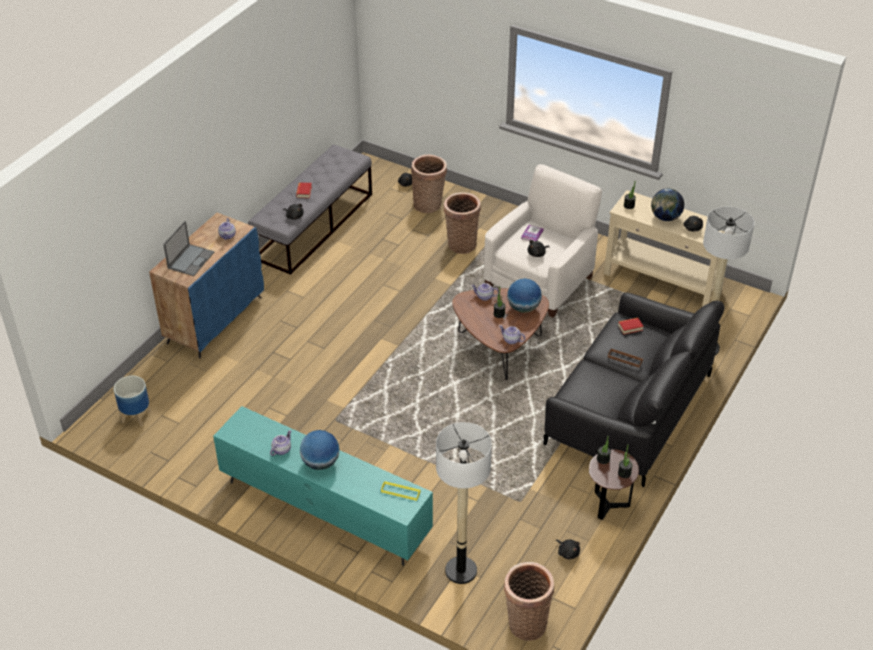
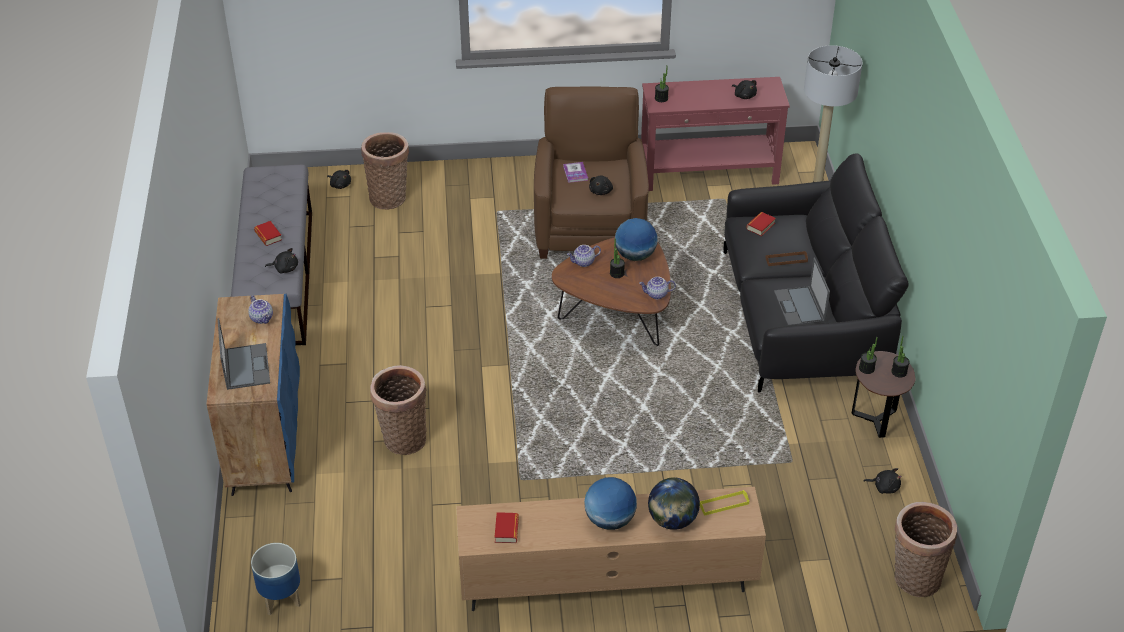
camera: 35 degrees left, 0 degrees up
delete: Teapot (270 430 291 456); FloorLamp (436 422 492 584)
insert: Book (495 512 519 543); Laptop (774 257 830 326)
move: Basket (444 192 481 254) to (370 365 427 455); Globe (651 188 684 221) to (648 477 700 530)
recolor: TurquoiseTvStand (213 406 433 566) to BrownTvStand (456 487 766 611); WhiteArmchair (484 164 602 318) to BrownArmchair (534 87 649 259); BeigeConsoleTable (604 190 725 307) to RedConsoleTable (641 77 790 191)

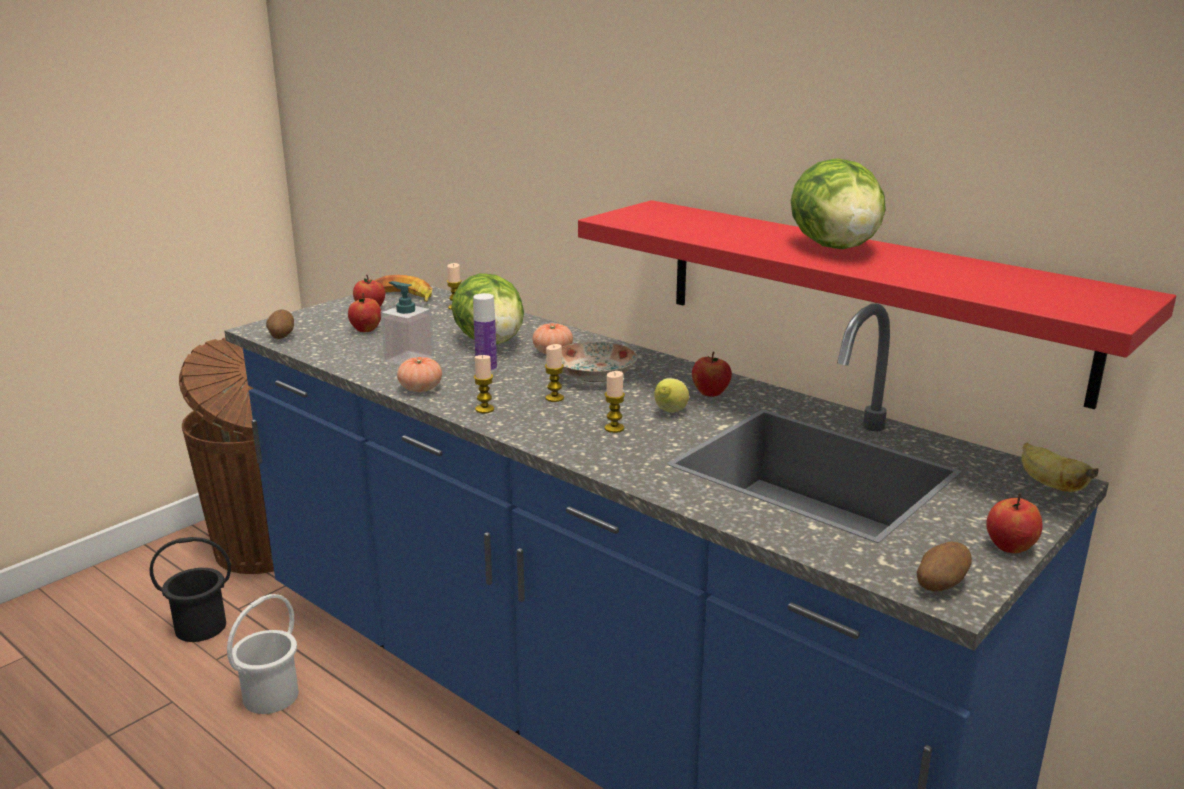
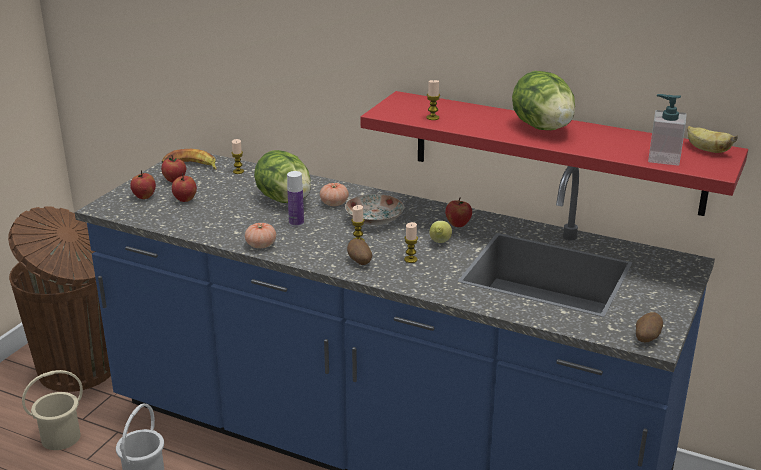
camera: 15 degrees left, 5 degrees up
move: Apple (986 493 1043 553) to (130 170 156 199); Potato (266 309 294 339) to (347 239 372 265); Candle (474 355 494 413) to (426 80 440 120); SoapDispenser (380 281 434 365) to (648 94 687 166); Banana (1021 443 1099 492) to (687 126 738 153)
recolor: BlackBucket (150 537 231 642) to BeigeBucket (22 370 83 450)

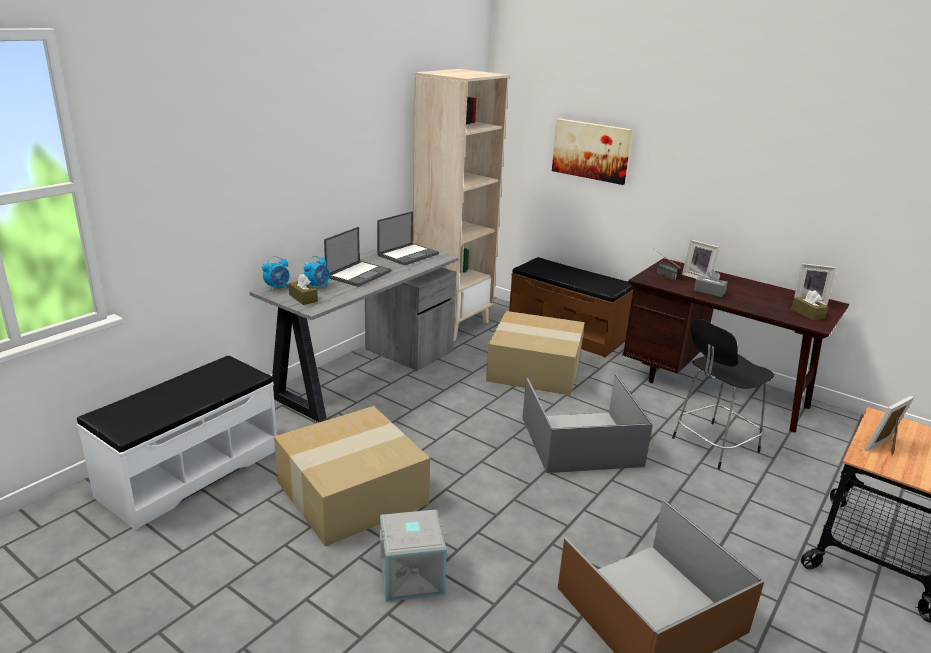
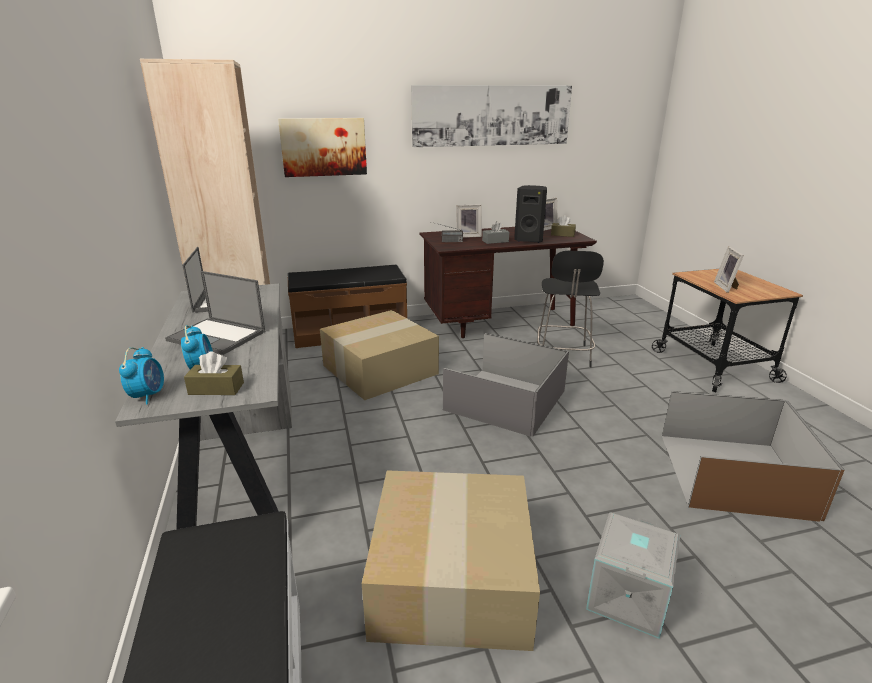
camera: 50 degrees left, 0 degrees up
insert: Picture (411 85 572 147); BlackSpeaker (514 185 547 243)
rotate: Laptop (324 227 391 287) = (165 271 265 355) 135 degrees clockwise

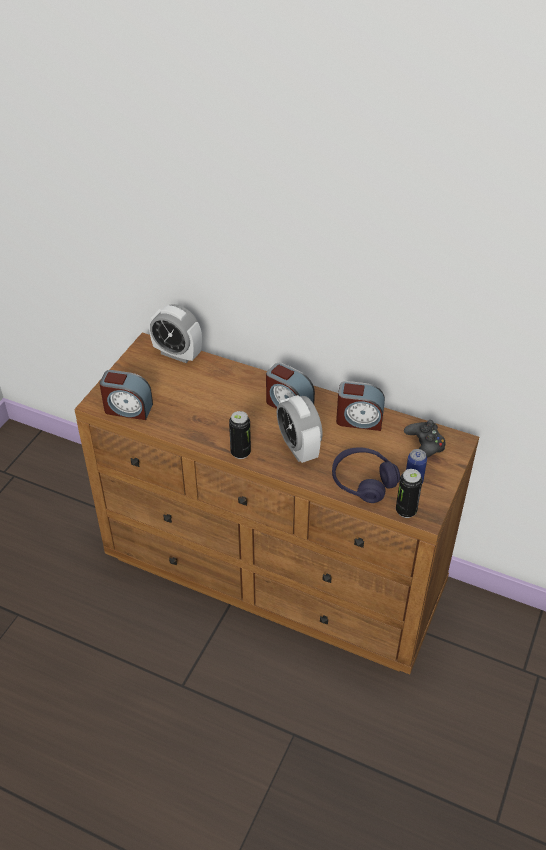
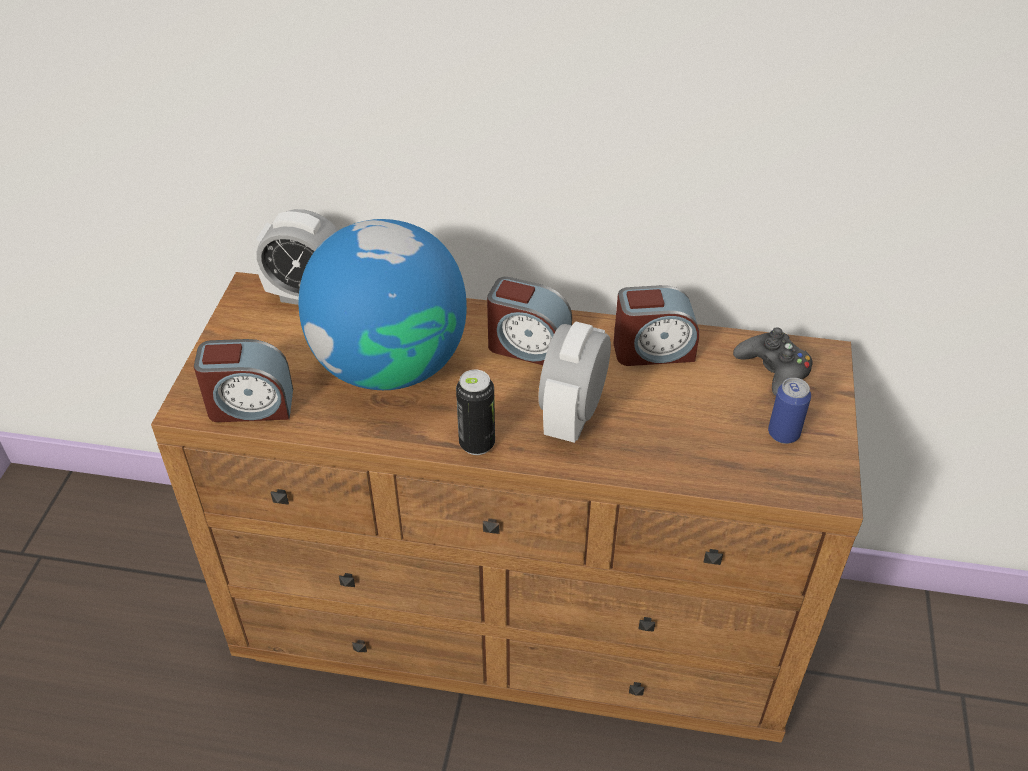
camera: 15 degrees left, 0 degrees up
delete: PurpleHeadphones (332 447 400 503); Can (396 469 423 518)
insert: Globe (299 219 467 390)
rotate: AlarmClock (277 395 323 463) = (538 322 611 443) 60 degrees clockwise

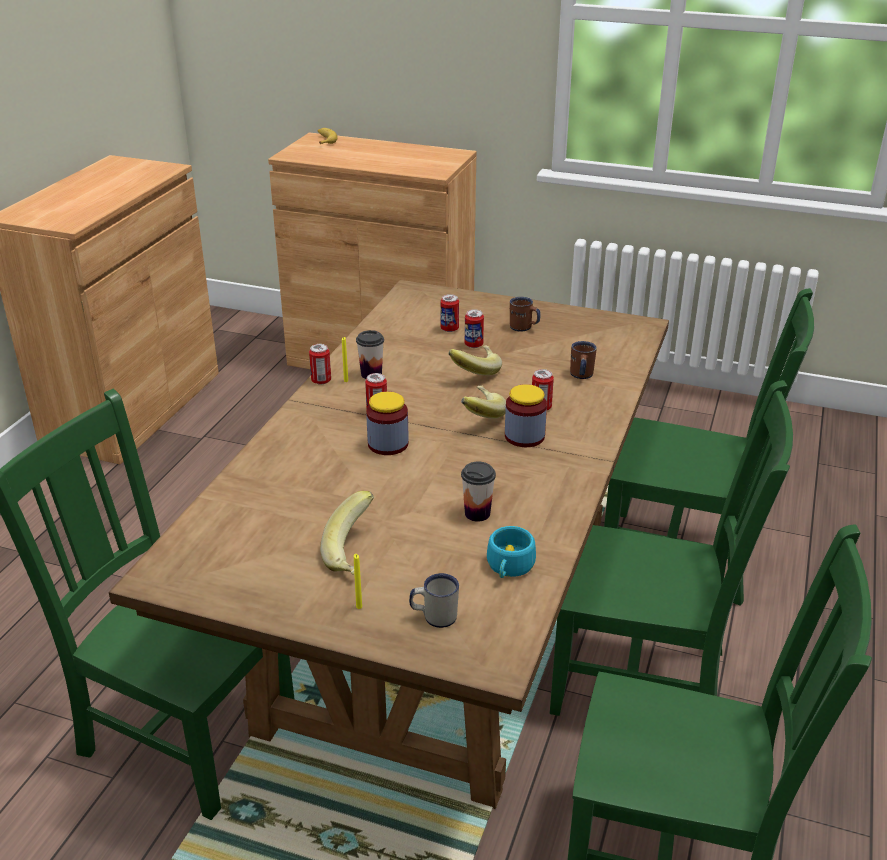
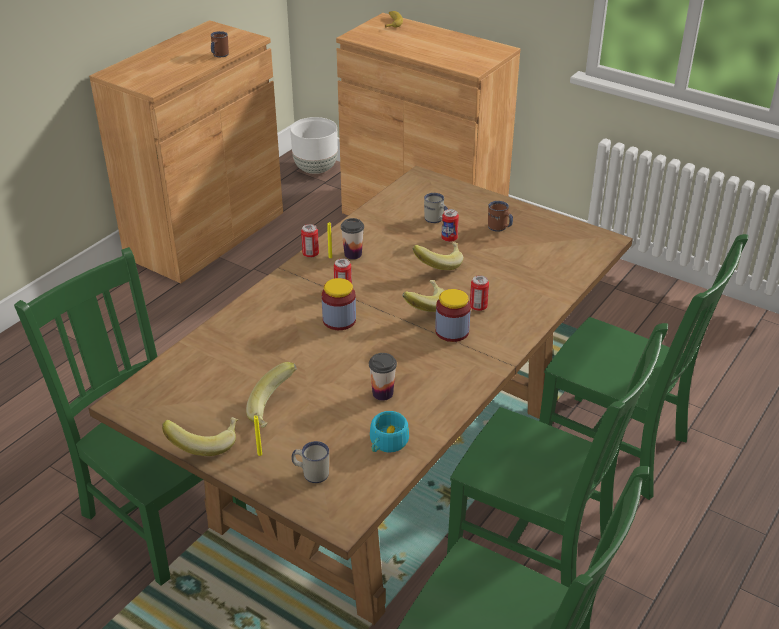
camera: 15 degrees right, 5 degrees up
insert: Banana (162 417 238 456); WhitePlanter (290 117 338 174)
move: BrownMug (570 341 597 379) to (211 31 229 57)
replace: Can (441 294 459 332) to WhiteMug (424 193 448 223)

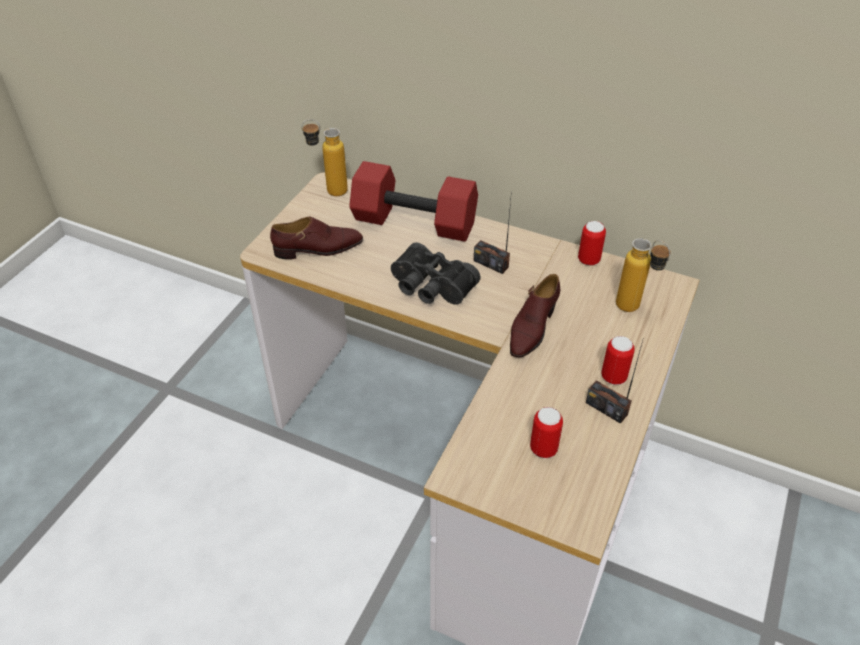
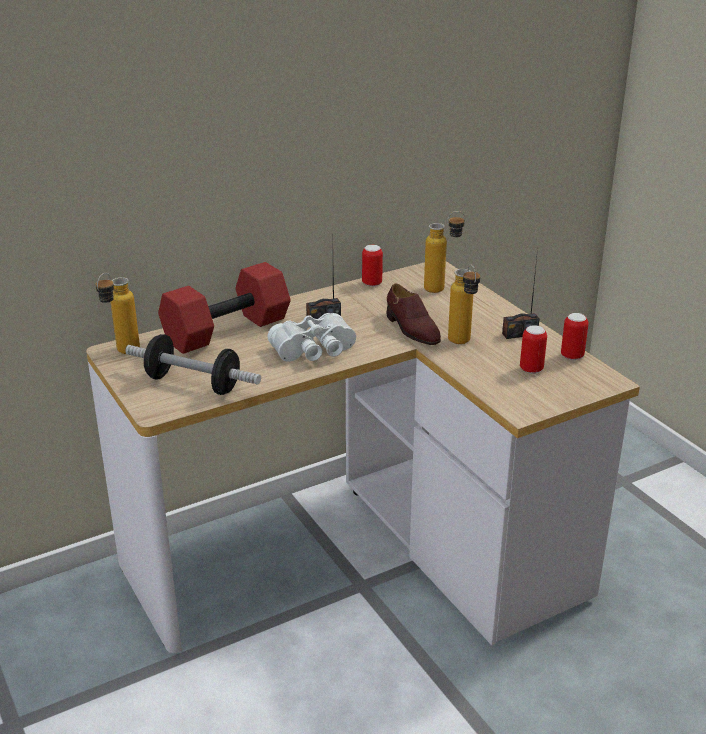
camera: 55 degrees left, 15 degrees down
insert: Bottle (448 264 480 344)
move: Can (601 336 635 385) to (561 313 589 360)
replace: BrownShoe (270 217 363 259) to Dumbbell (125 334 261 395)
recolor: BlackBinoculars (391 242 480 305) to WhiteBinoculars (268 313 356 362)

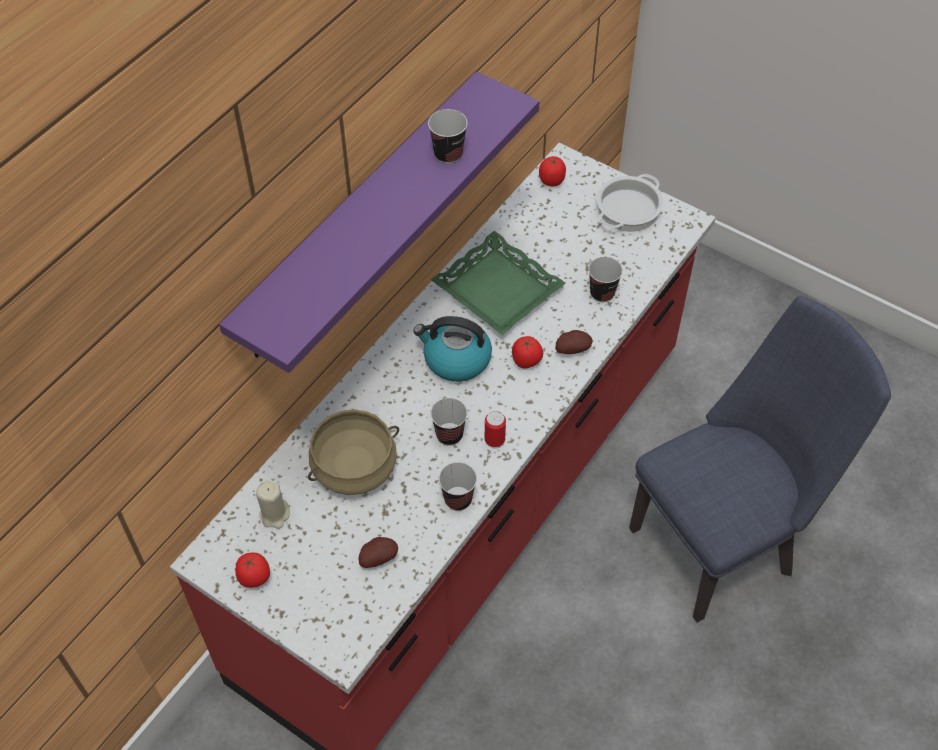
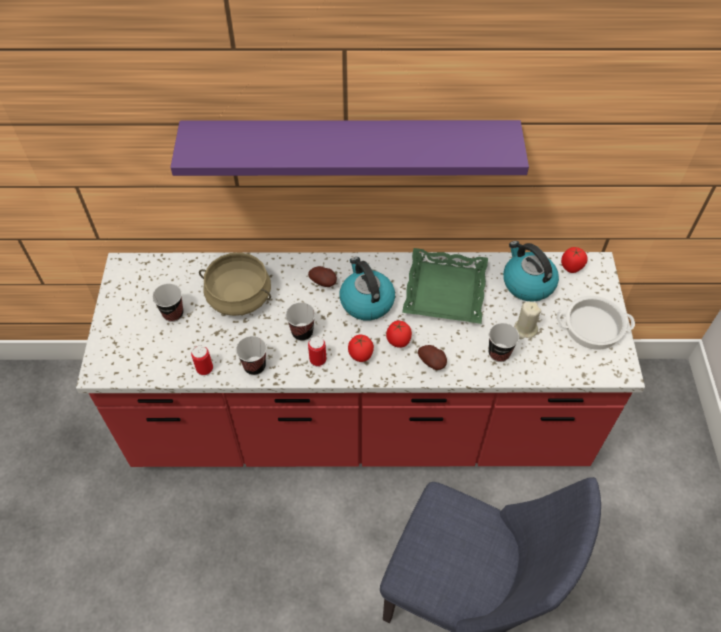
camera: 55 degrees right, 0 degrees up
insert: Can (191 345 213 376); Kettle (503 241 559 302)
move: Cup (428 109 468 164) to (152 283 184 322); Potato (358 537 398 568) to (308 266 337 287); Tomato (235 553 270 588) to (348 335 374 362); BeigeCandle (256 481 290 529) to (514 302 541 339)

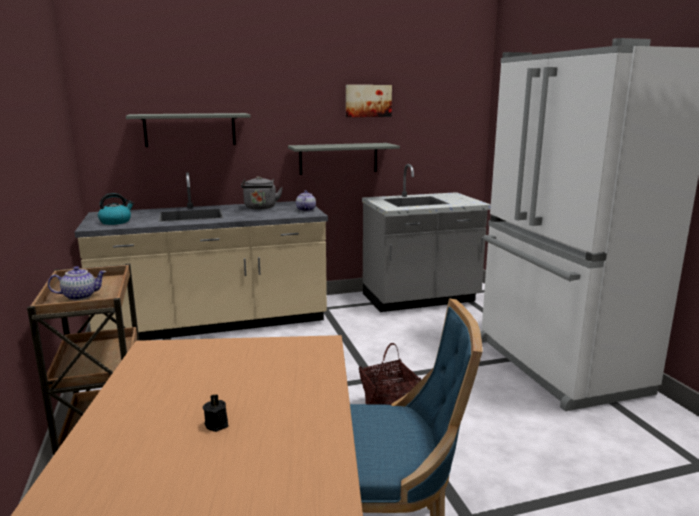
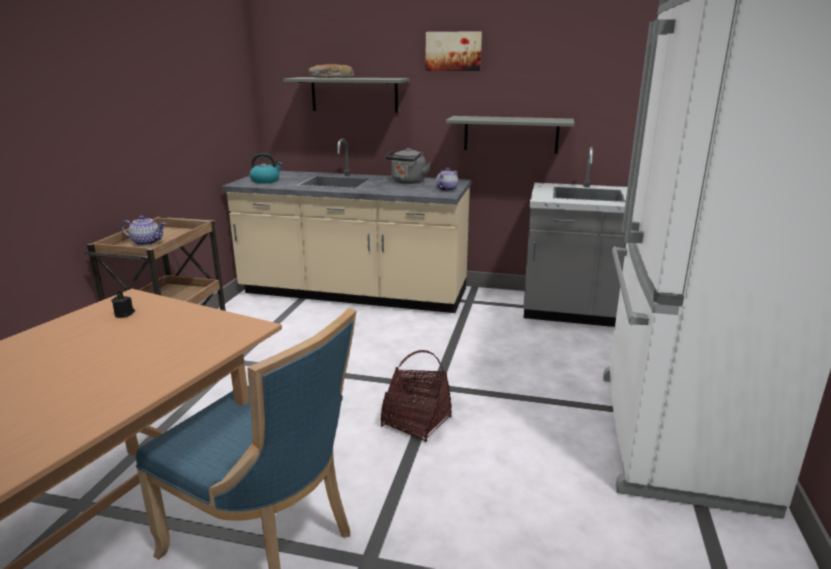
camera: 30 degrees right, 5 degrees up
insert: Bread (308 64 354 78)
move: BlackCandle (203 394 229 432) to (111 291 135 318); Picture (346 85 392 117) to (425 31 482 71)

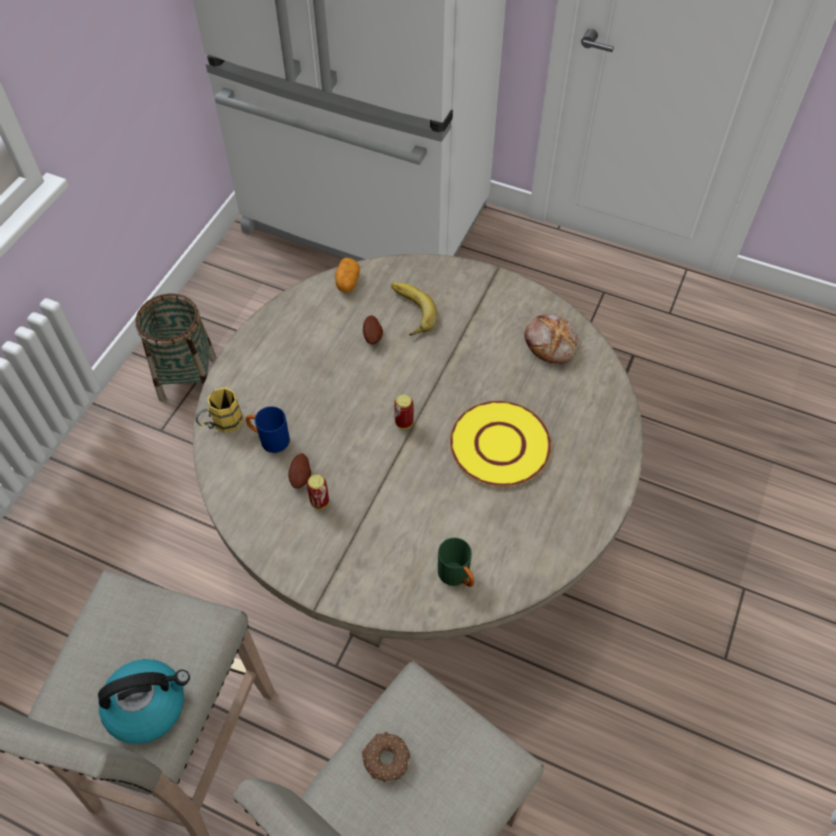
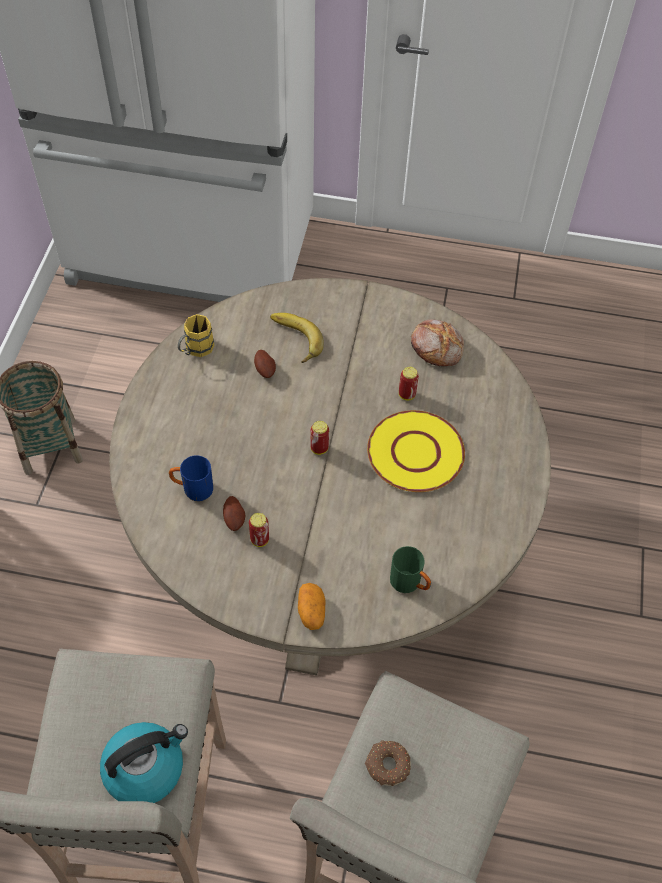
camera: 15 degrees left, 0 degrees up
insert: Can (399 367 419 400)
move: YellowMug (195 388 243 433) to (178 314 214 357); Potato (335 258 360 292) to (298 583 325 630)

